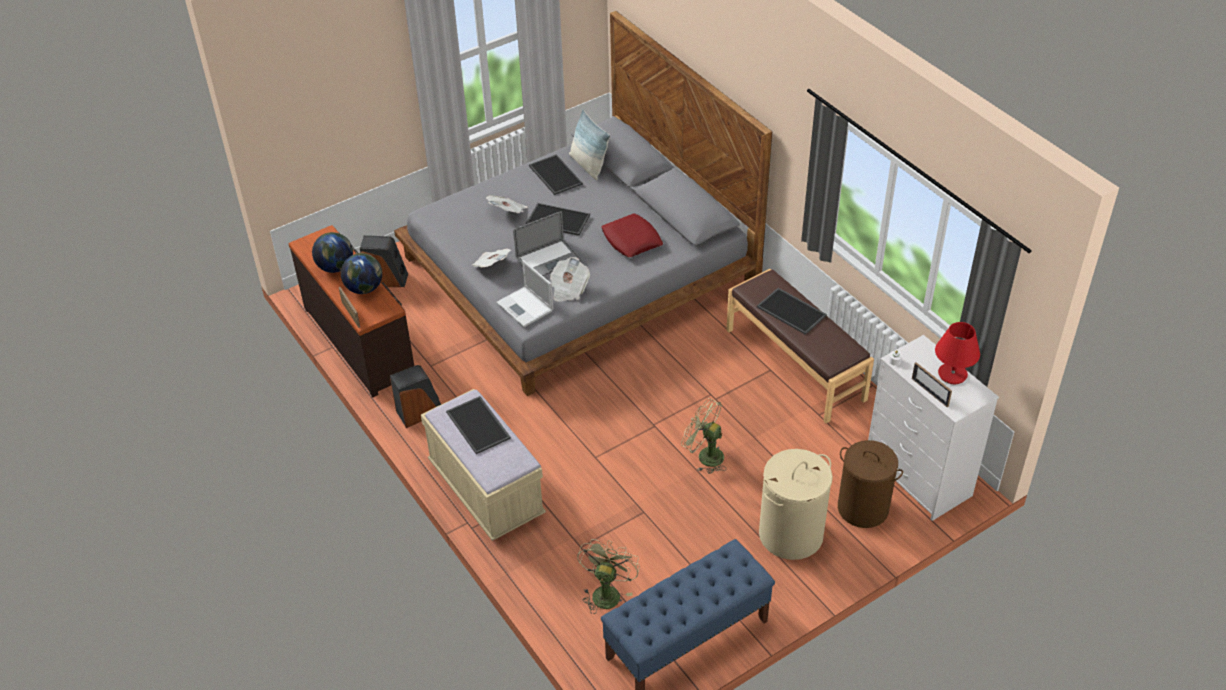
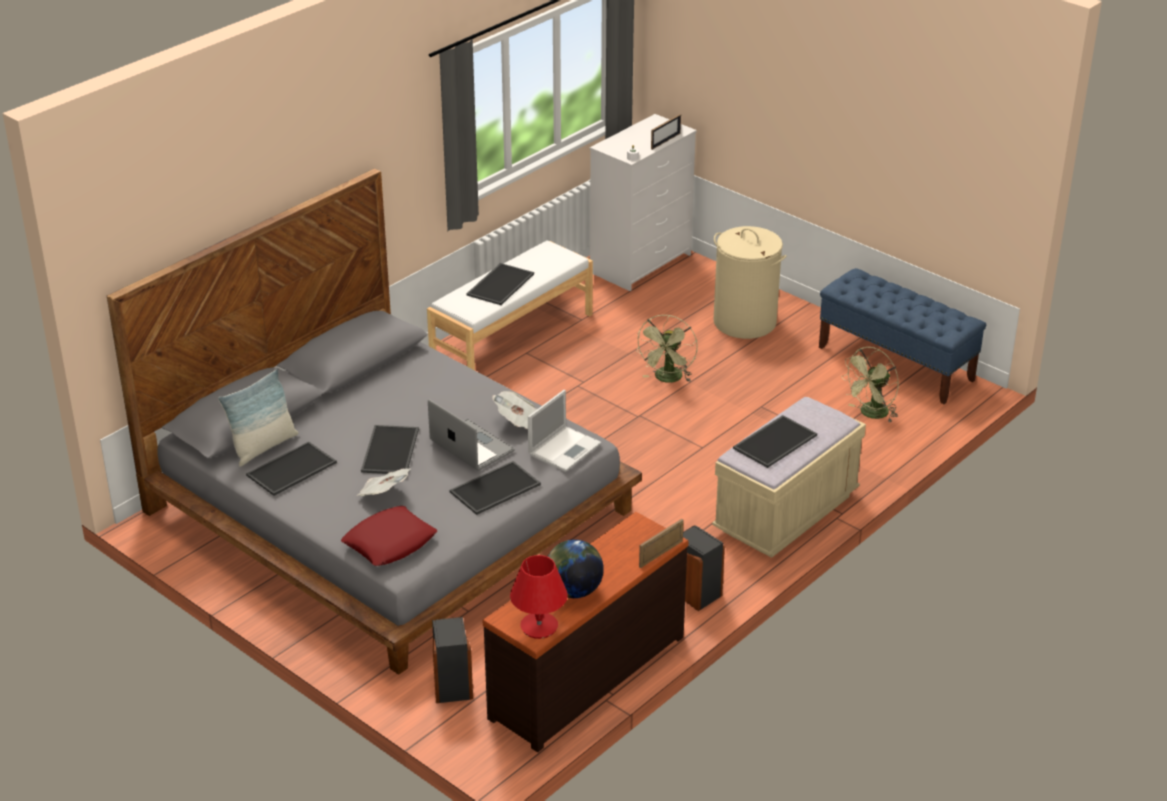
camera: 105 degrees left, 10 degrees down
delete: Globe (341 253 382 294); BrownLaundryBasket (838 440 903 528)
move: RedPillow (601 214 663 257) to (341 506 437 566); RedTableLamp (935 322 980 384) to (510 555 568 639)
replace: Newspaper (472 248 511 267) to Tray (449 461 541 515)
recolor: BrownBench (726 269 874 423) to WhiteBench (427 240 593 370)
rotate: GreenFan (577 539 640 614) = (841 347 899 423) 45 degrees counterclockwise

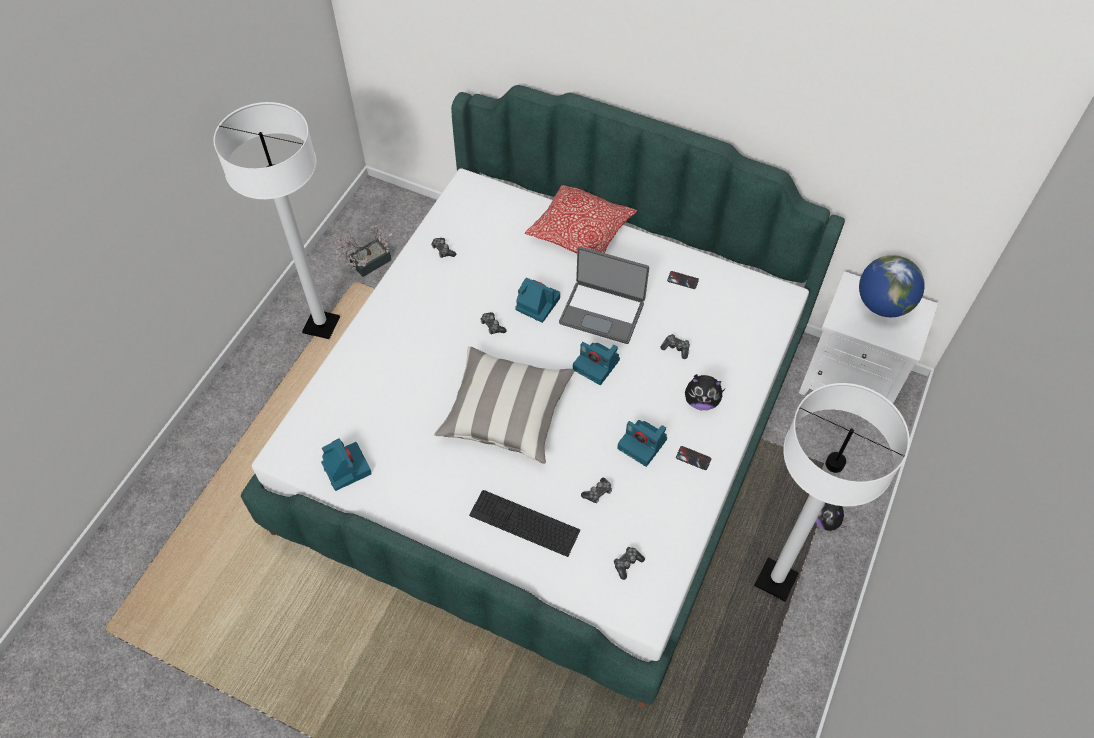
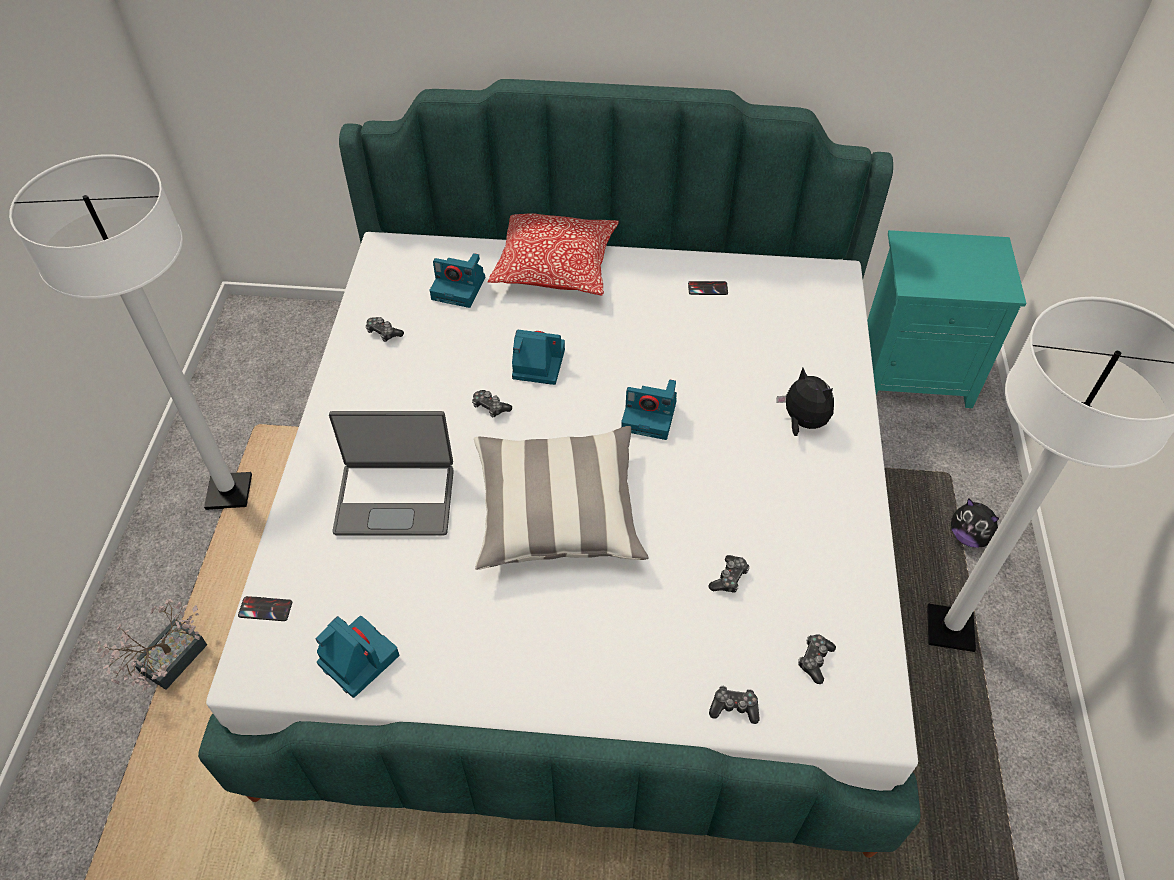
camera: 20 degrees left, 5 degrees down
delete: Keyboard (469 490 580 557); Globe (859 255 925 317)
move: PottedPlant (333 224 392 277) to (96 598 207 691); Phone (676 446 711 470) to (238 596 292 621); Laptop (559 246 649 344) to (329 411 454 536); PhotoCamera (617 420 667 467) to (430 253 485 308); GameController (660 334 690 359) to (709 686 760 724)
recolor: WhiteNightstand (799 271 938 404) to TurquoiseNightstand (867 230 1027 408)
rotate: PlushToy (685 374 725 410) = (776 368 834 436) 120 degrees counterclockwise

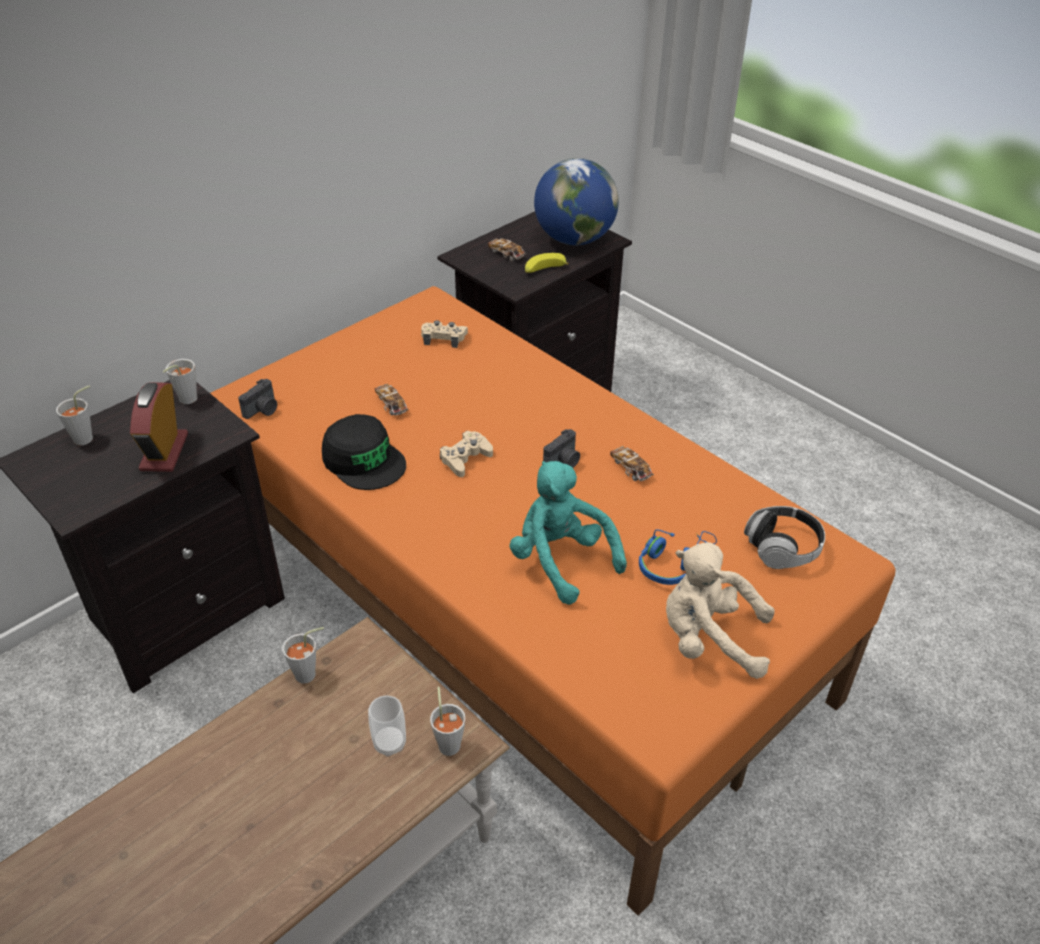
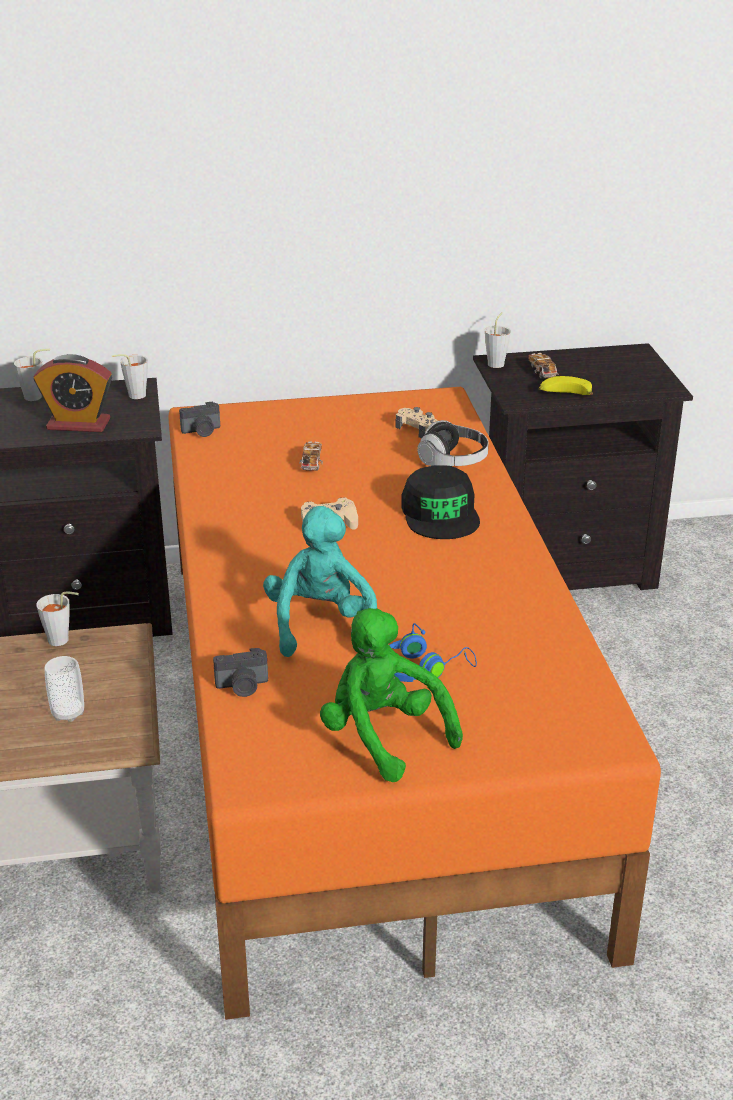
camera: 35 degrees right, 10 degrees down
delete: Globe (534 158 619 245); ToyCar (610 446 654 481)
move: PhotoCamera (543 429 580 468) to (213 648 268 697); BlackCap (322 414 406 490) to (401 465 480 539); Headphones (744 506 825 569) to (417 420 489 466); GreyCup (430 687 466 756) to (485 312 511 368)
recolor: BeigePlushToy (666 542 775 679) to GreenPlushToy (320 608 463 782)
rotate: AlarmClock (130 382 188 472) = (34 354 112 432) 120 degrees counterclockwise

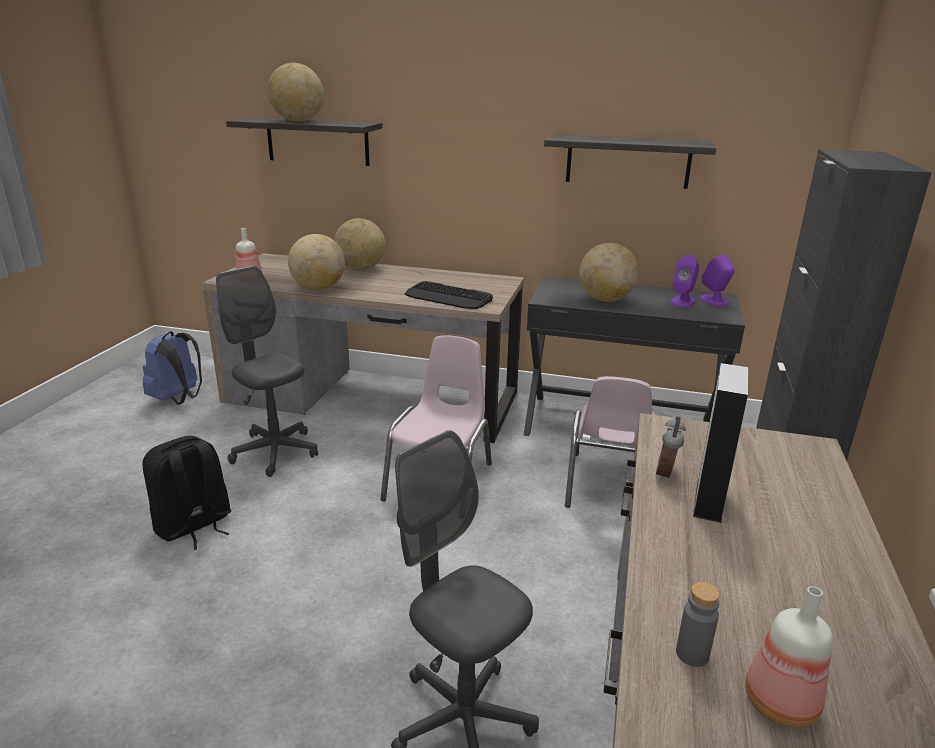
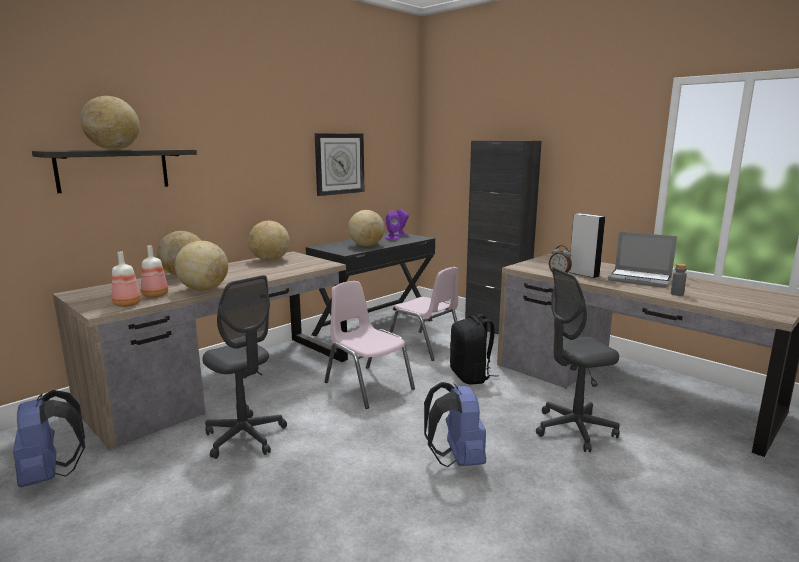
camera: 60 degrees left, 10 degrees down
delete: Keyboard (405 281 493 309)
insert: Globe (248 221 290 261); BlueBackpack (424 382 486 467); Laptop (608 231 677 288)
move: Bottle (745 586 833 728) to (141 245 168 298); BlackBackpack (142 436 231 550) to (450 314 499 385)
replace: Shelf (544 134 716 189) to WallClock (315 133 364 196)
rotate: GreyOfficeChair (216 266 318 477) = (202 275 287 459) 120 degrees counterclockwise

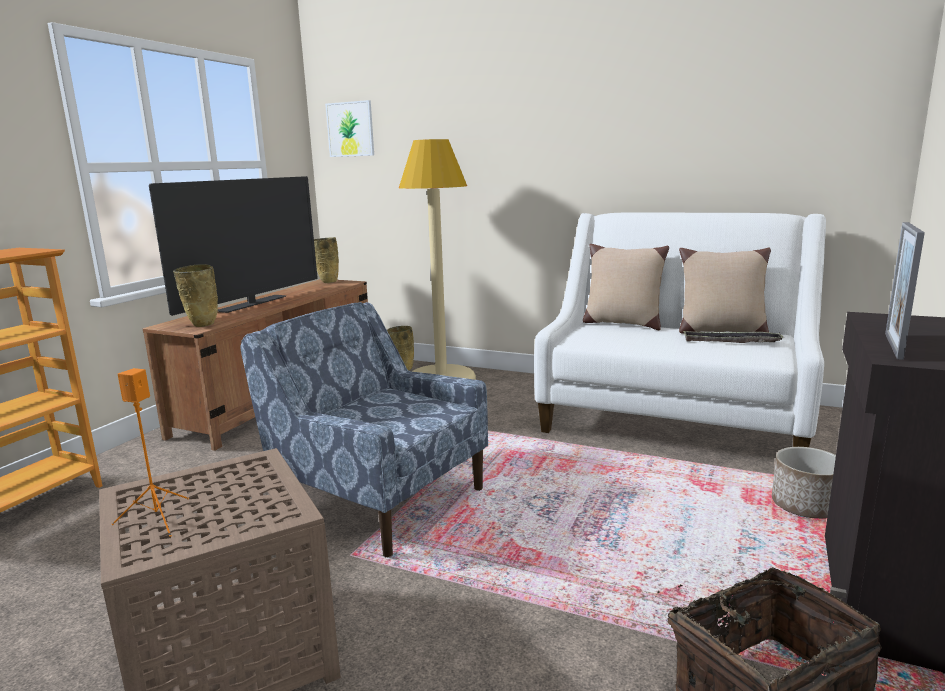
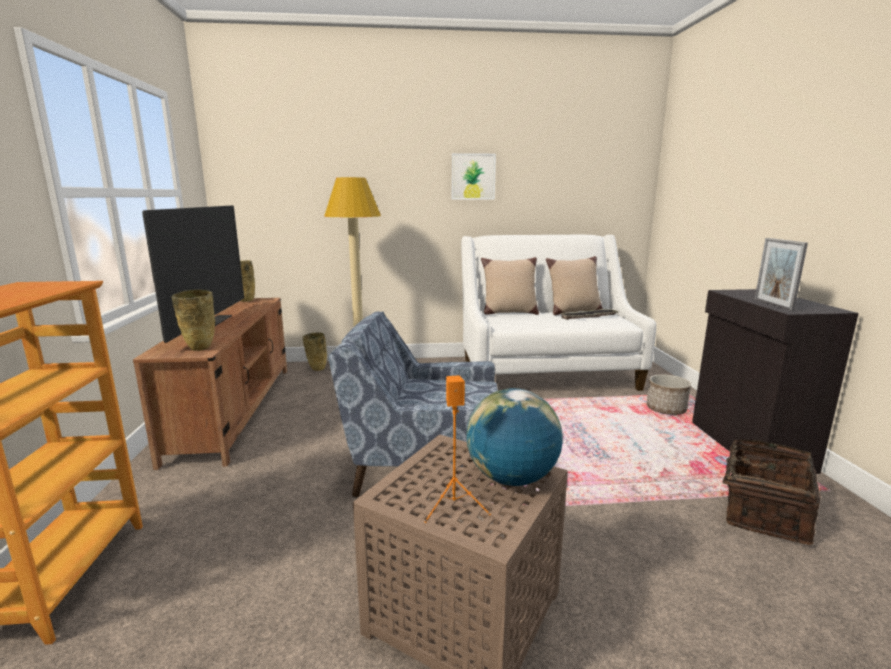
camera: 30 degrees left, 0 degrees up
insert: Globe (466 388 563 486)
move: Picture (325 100 374 157) to (452 153 496 199)

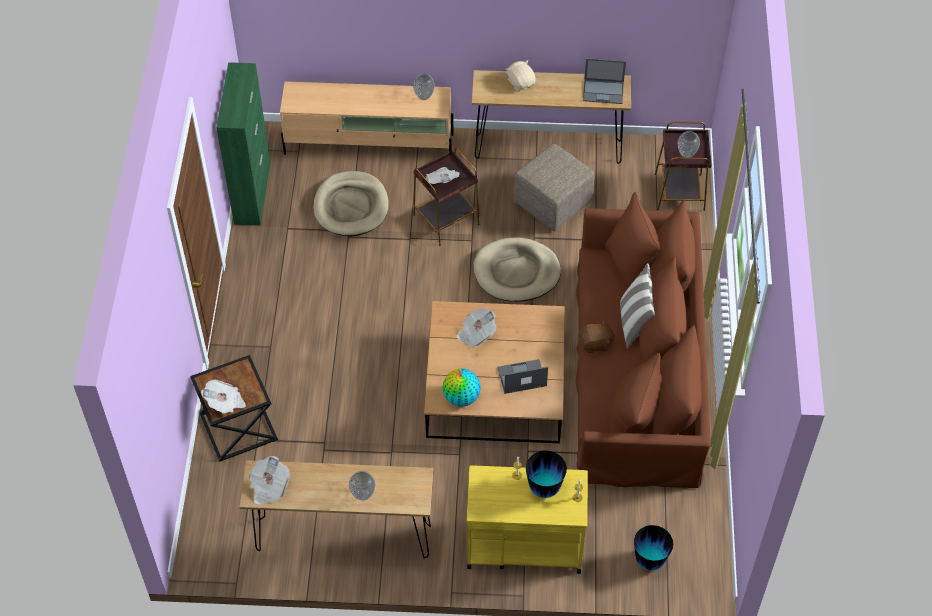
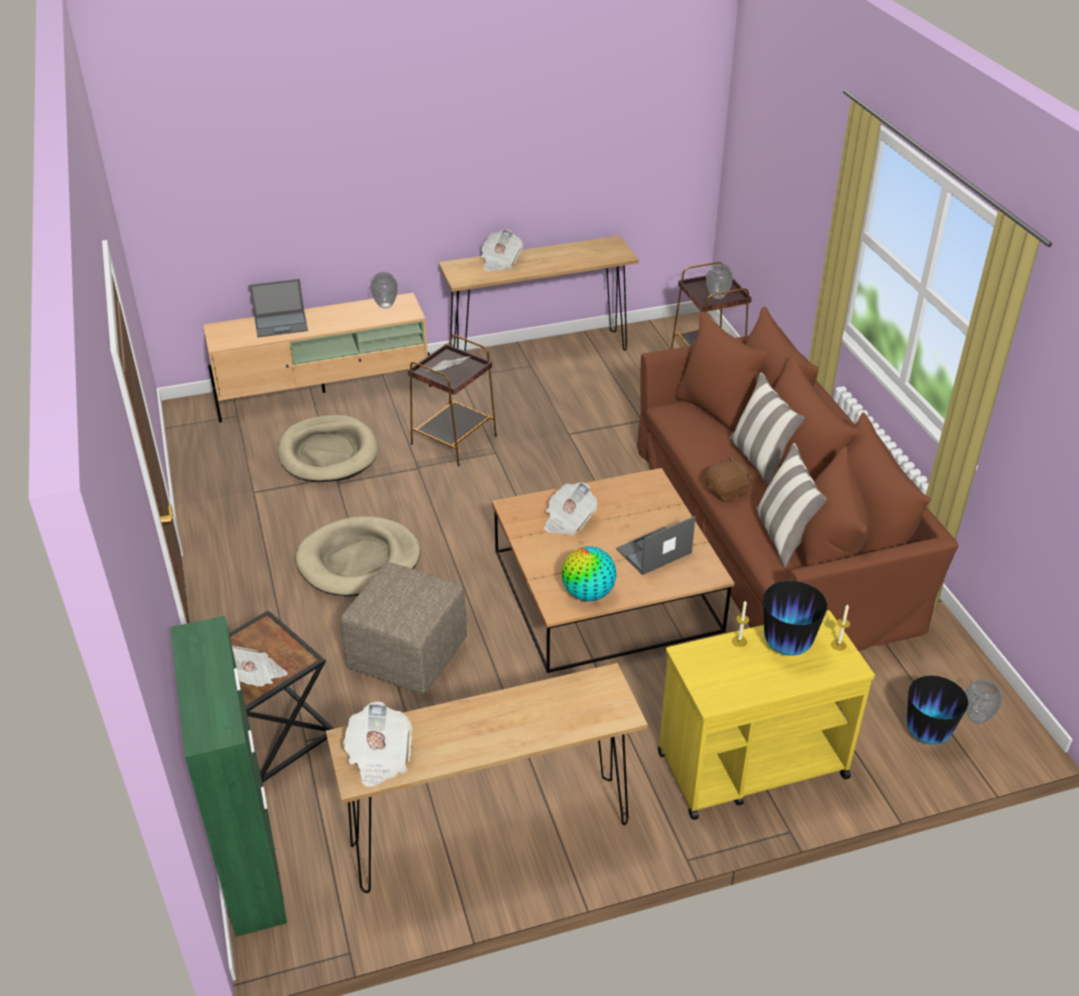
camera: 20 degrees left, 15 degrees down
insert: Pillow (756 443 827 568)
move: GreenCabinet (216 62 270 226) to (170 616 287 937); Laptop (583 58 626 104) to (249 279 308 337); BeigeDogBed (473 237 561 302) to (296 516 421 596); BeigeOttoman (514 144 595 232) to (341 562 467 695); Vase (349 471 375 500) to (965 679 1002 723)
replace: BeigePlushToy (506 60 536 91) to Newspaper (481 229 523 271)

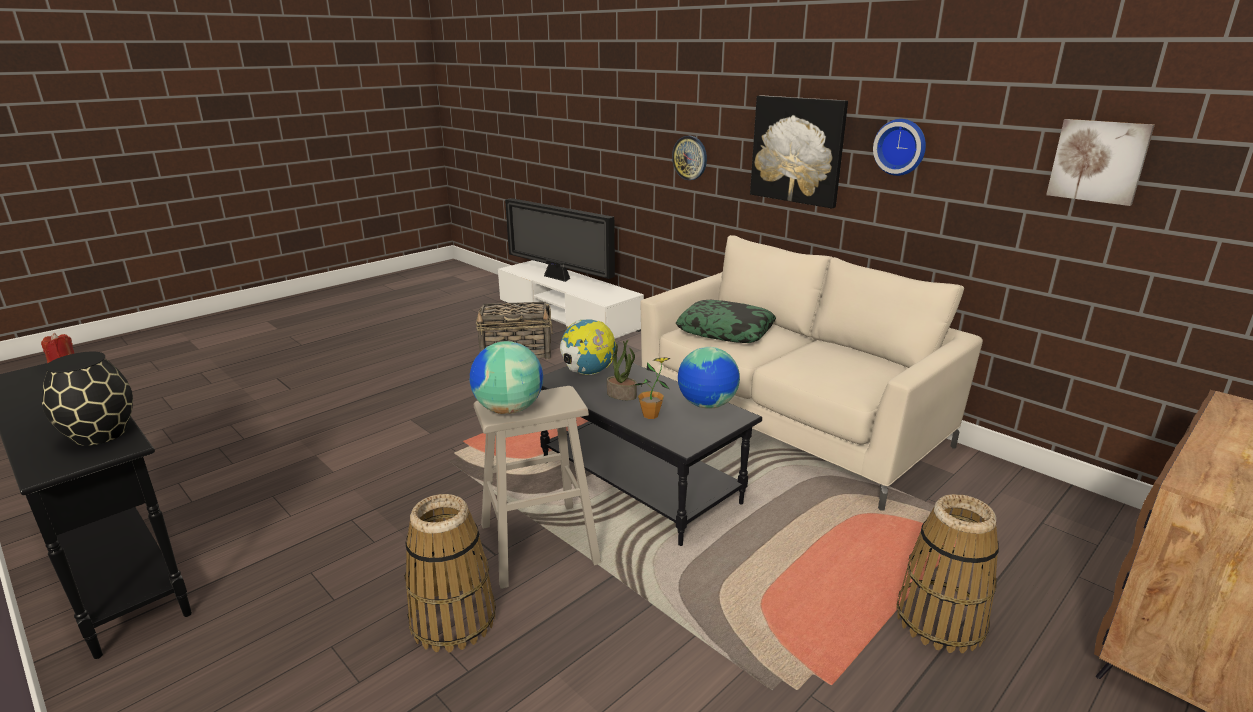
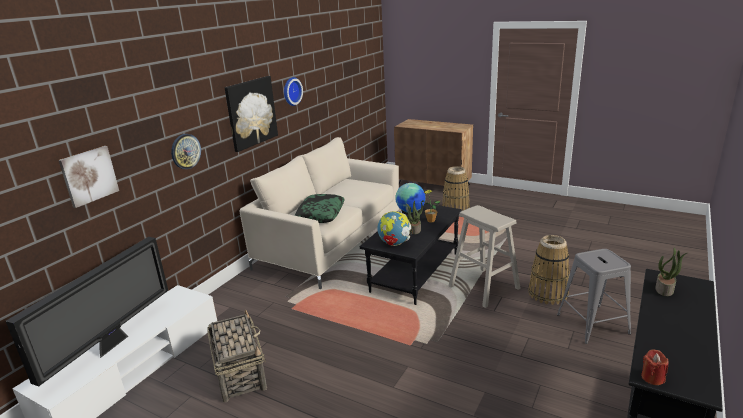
camera: 105 degrees left, 0 degrees up
delete: Globe (470 341 543 414)
insert: GreyStool (557 249 631 344)
move: Picture (1046 119 1155 206) to (59 146 119 208)
replace: BlackVase (41 352 133 446) to PottedPlant (655 248 687 296)

